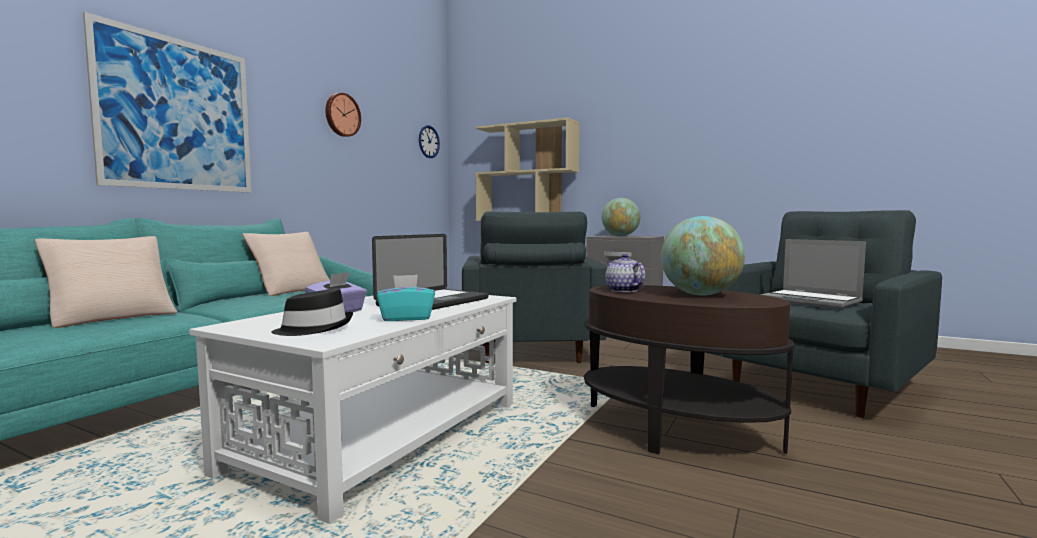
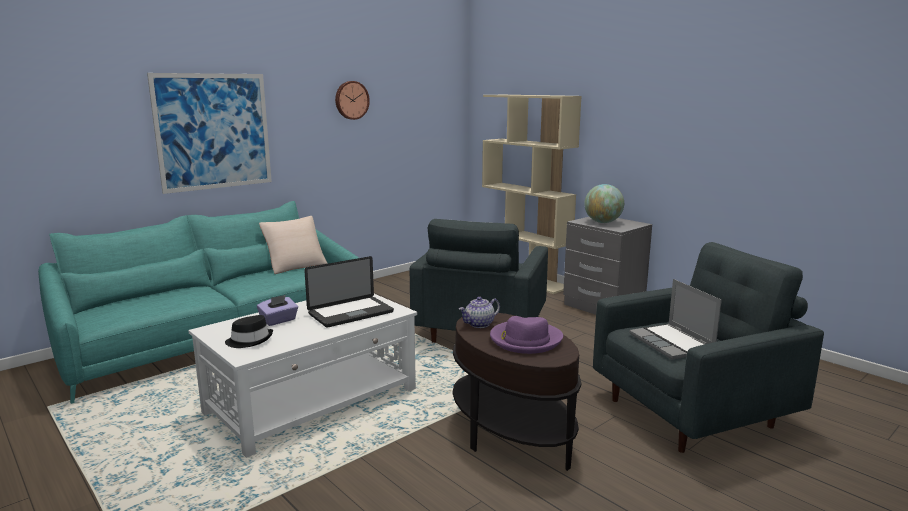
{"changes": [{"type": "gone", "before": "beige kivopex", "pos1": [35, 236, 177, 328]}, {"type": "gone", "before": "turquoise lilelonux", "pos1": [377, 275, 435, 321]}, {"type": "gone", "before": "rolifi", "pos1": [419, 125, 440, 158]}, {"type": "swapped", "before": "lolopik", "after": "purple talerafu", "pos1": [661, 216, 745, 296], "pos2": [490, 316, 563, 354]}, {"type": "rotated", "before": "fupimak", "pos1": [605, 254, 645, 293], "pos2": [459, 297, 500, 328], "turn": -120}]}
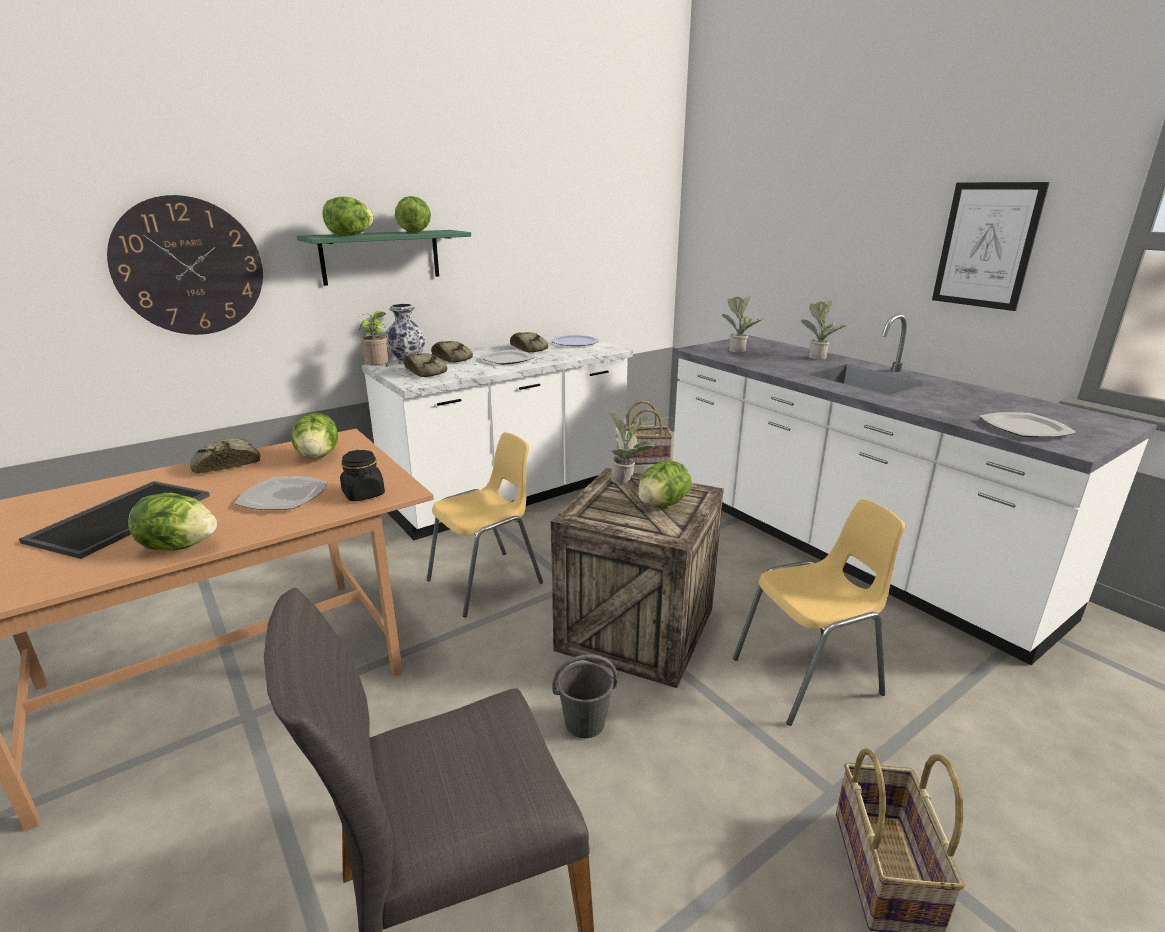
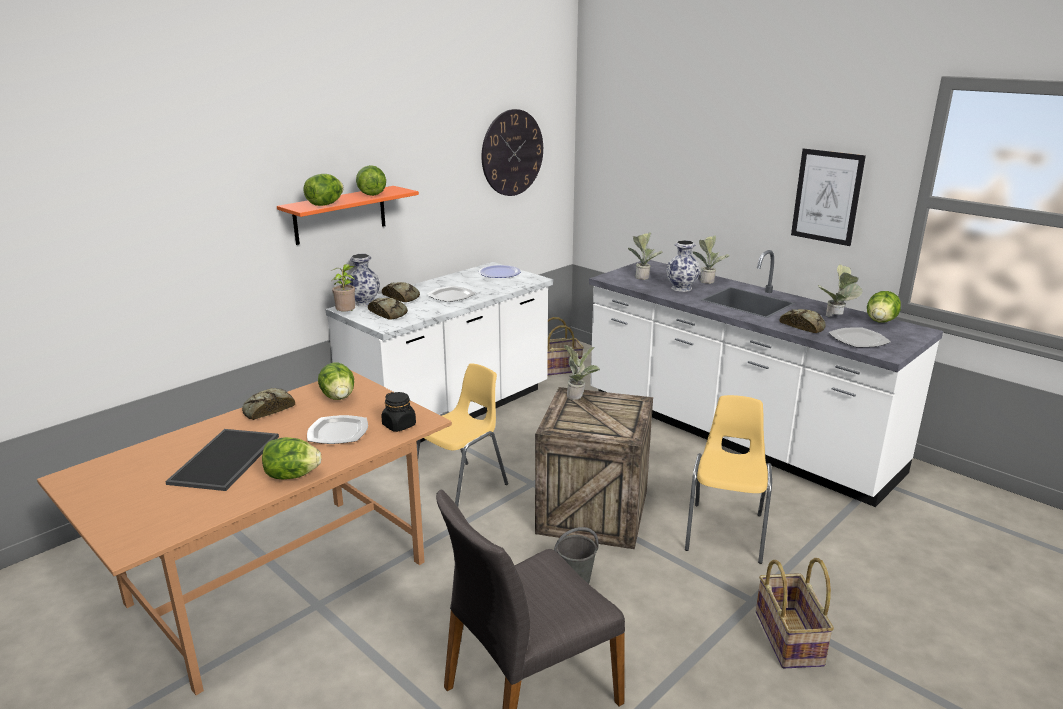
{"changes": [{"type": "new", "after": "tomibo", "pos2": [666, 240, 700, 292]}, {"type": "new", "after": "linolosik", "pos2": [818, 264, 863, 317]}, {"type": "shifted", "before": "rolifi", "pos1": [107, 195, 263, 335], "pos2": [482, 109, 543, 196]}, {"type": "shifted", "before": "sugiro", "pos1": [510, 332, 548, 352], "pos2": [780, 309, 825, 333]}, {"type": "shifted", "before": "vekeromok", "pos1": [638, 461, 692, 507], "pos2": [867, 291, 901, 323]}, {"type": "repainted", "before": "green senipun", "after": "orange senipun", "pos1": [297, 230, 471, 286], "pos2": [277, 186, 419, 245]}, {"type": "rotated", "before": "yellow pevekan", "pos1": [733, 499, 905, 726], "pos2": [685, 395, 772, 564], "turn": -45}]}
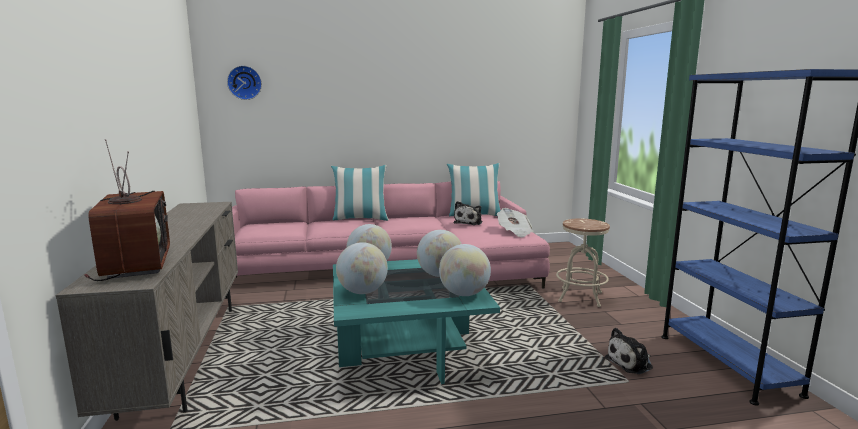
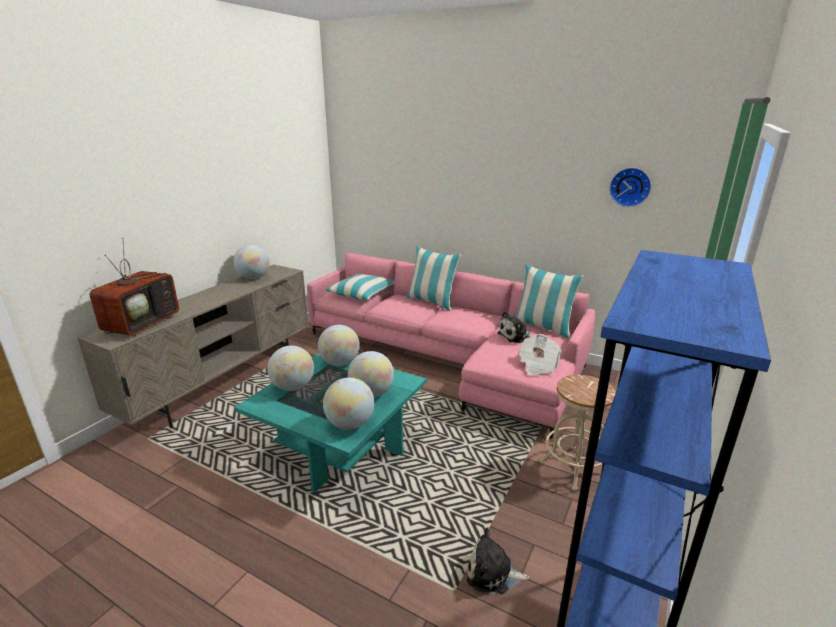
{"changes": [{"type": "new", "after": "lolopik", "pos2": [233, 245, 270, 279]}, {"type": "new", "after": "kivopex", "pos2": [326, 274, 395, 300]}, {"type": "shifted", "before": "rolifi", "pos1": [227, 66, 262, 100], "pos2": [609, 168, 651, 207]}]}
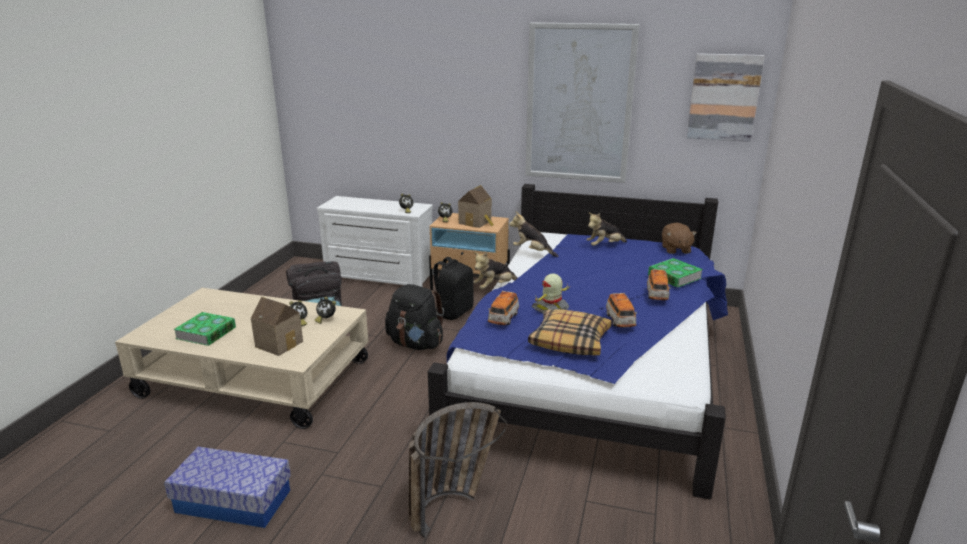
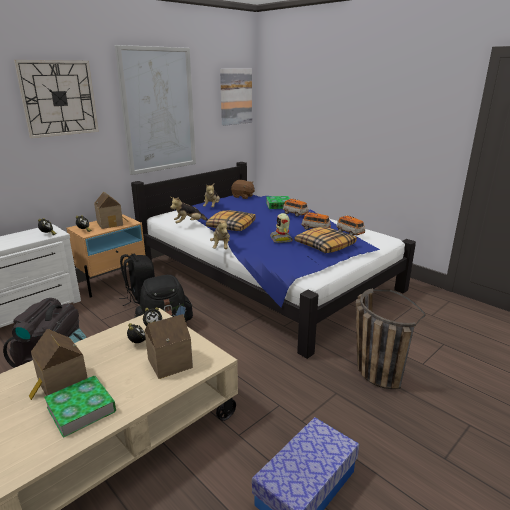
{"changes": [{"type": "new", "after": "rolifi", "pos2": [14, 60, 99, 138]}, {"type": "new", "after": "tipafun", "pos2": [29, 329, 88, 400]}, {"type": "new", "after": "kivopex", "pos2": [206, 210, 256, 231]}, {"type": "shifted", "before": "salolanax", "pos1": [488, 291, 519, 325], "pos2": [336, 215, 365, 236]}]}
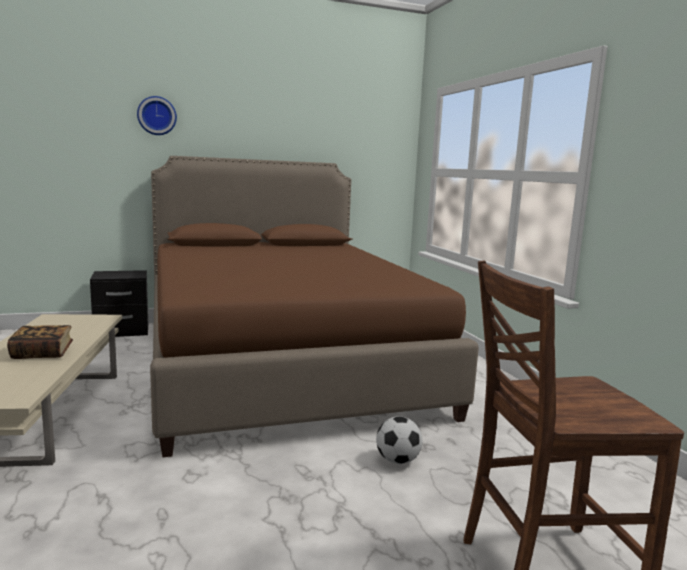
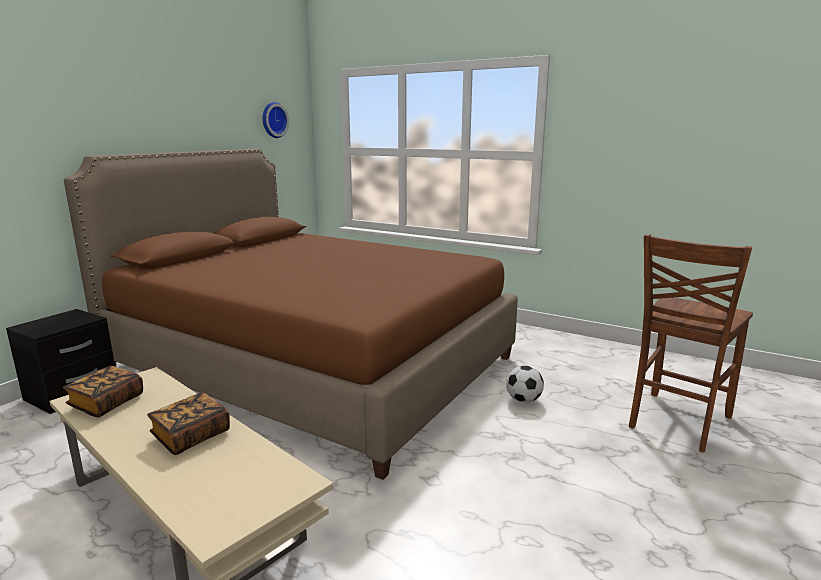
{"changes": [{"type": "new", "after": "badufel", "pos2": [63, 366, 143, 417]}, {"type": "shifted", "before": "rolifi", "pos1": [137, 96, 177, 135], "pos2": [263, 102, 289, 138]}]}
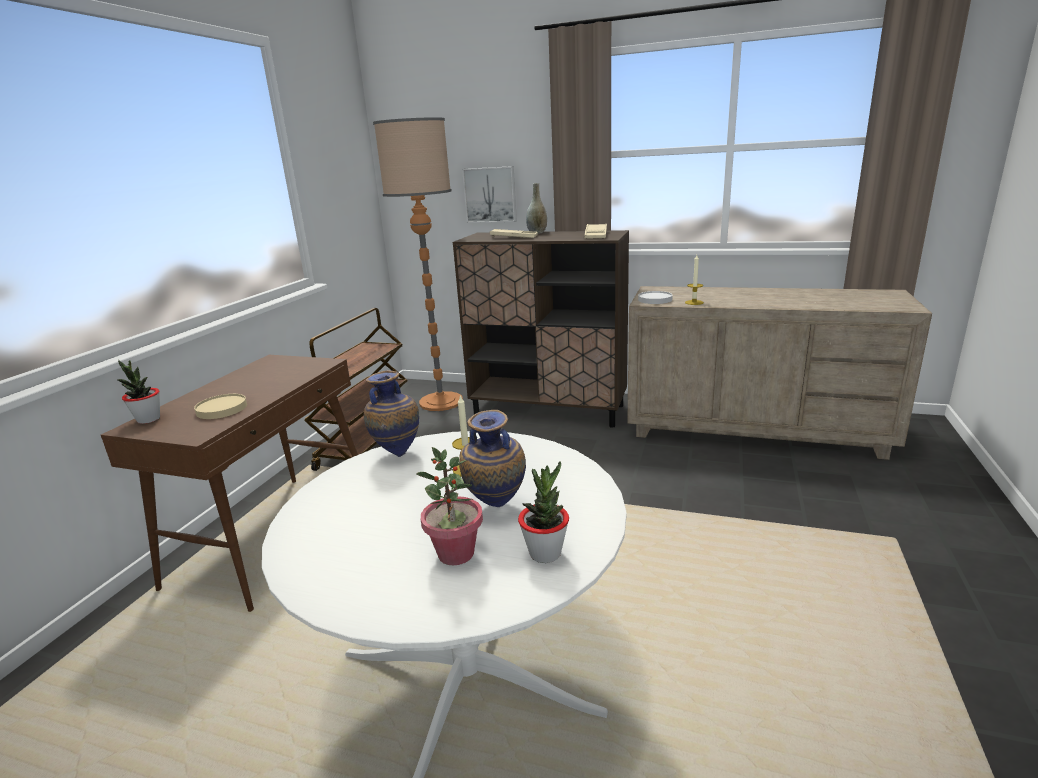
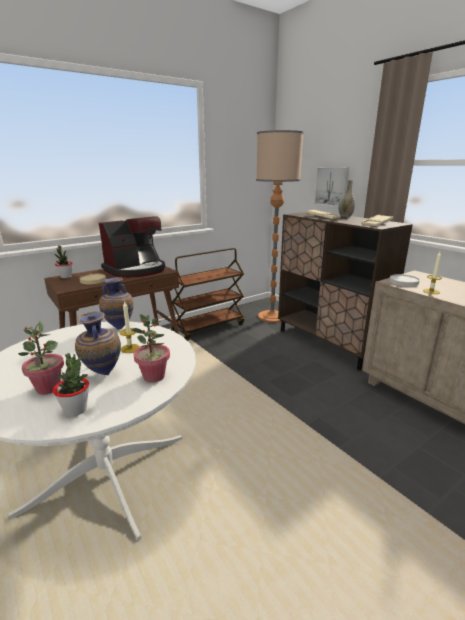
{"changes": [{"type": "new", "after": "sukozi", "pos2": [99, 216, 165, 278]}, {"type": "new", "after": "linolosik", "pos2": [131, 314, 170, 383]}]}
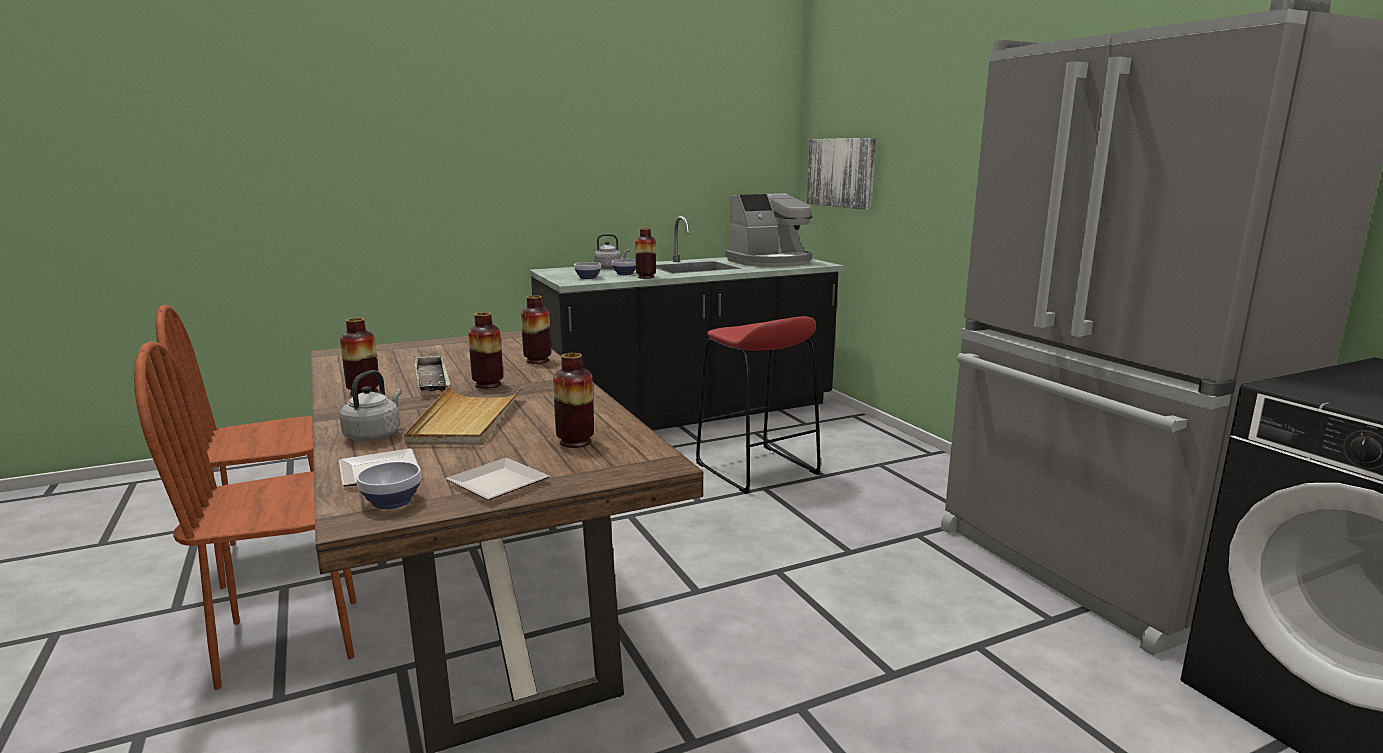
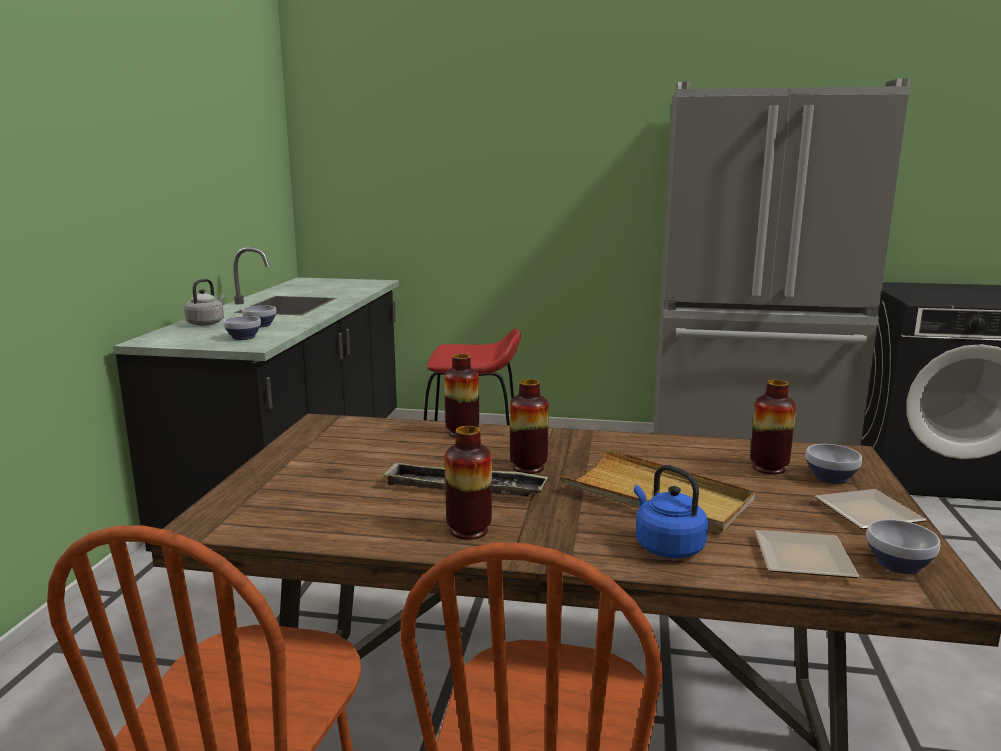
{"changes": [{"type": "gone", "before": "tomibo", "pos1": [635, 228, 656, 279]}, {"type": "gone", "before": "sukozi", "pos1": [725, 193, 813, 267]}, {"type": "gone", "before": "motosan", "pos1": [807, 138, 876, 210]}, {"type": "new", "after": "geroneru", "pos2": [806, 444, 862, 484]}, {"type": "repainted", "before": "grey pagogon", "after": "blue pagogon", "pos1": [339, 370, 402, 441], "pos2": [634, 465, 708, 559]}]}
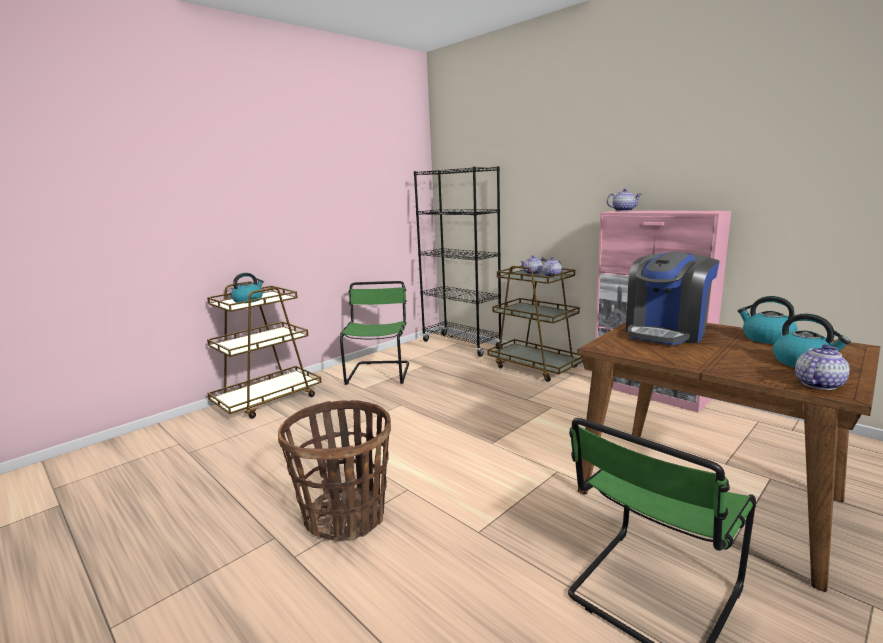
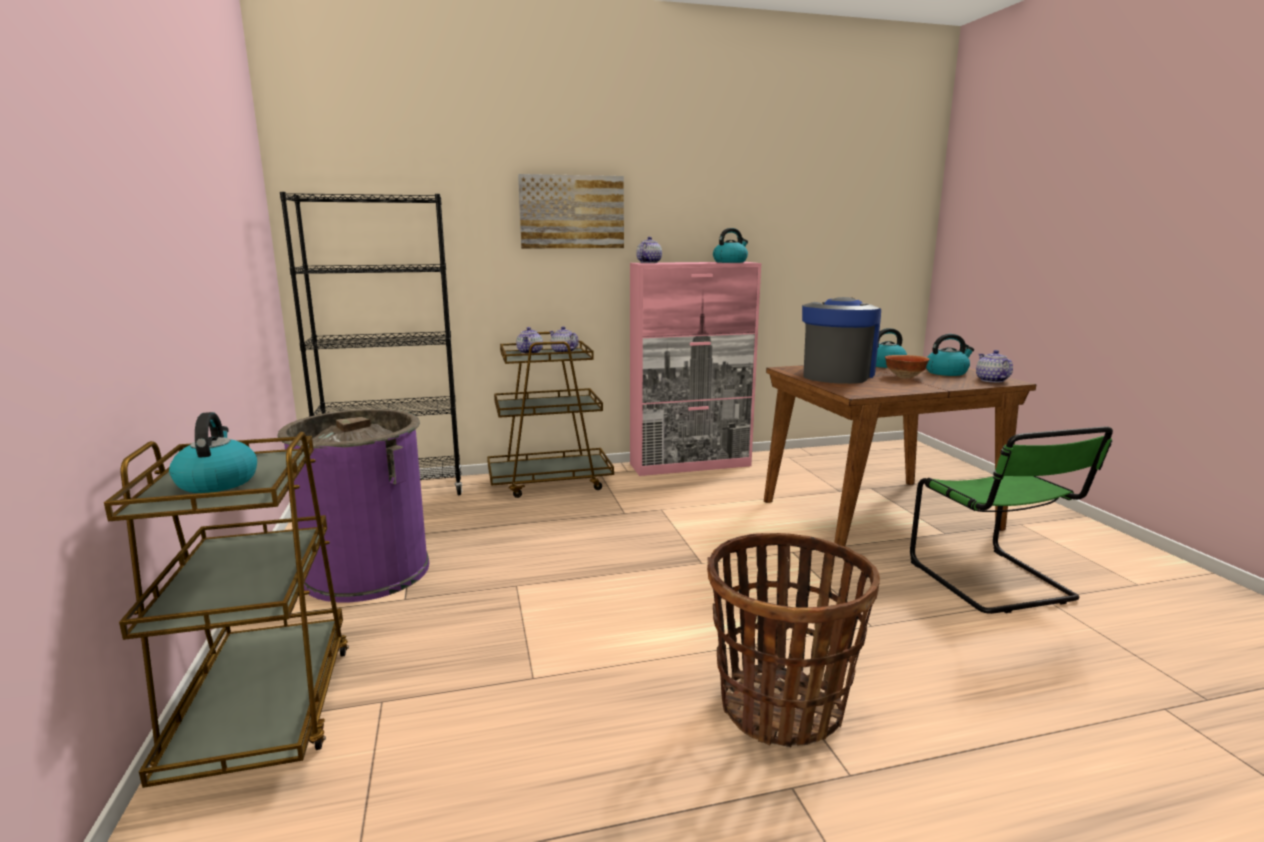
{"changes": [{"type": "new", "after": "motosan", "pos2": [518, 174, 624, 249]}, {"type": "new", "after": "pagogon", "pos2": [713, 228, 748, 263]}, {"type": "new", "after": "geroneru", "pos2": [885, 355, 929, 379]}, {"type": "swapped", "before": "green pevekan", "after": "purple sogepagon", "pos1": [340, 281, 409, 385], "pos2": [277, 409, 429, 602]}, {"type": "rotated", "before": "sukozi", "pos1": [626, 251, 720, 345], "pos2": [802, 297, 881, 384], "turn": -135}]}
